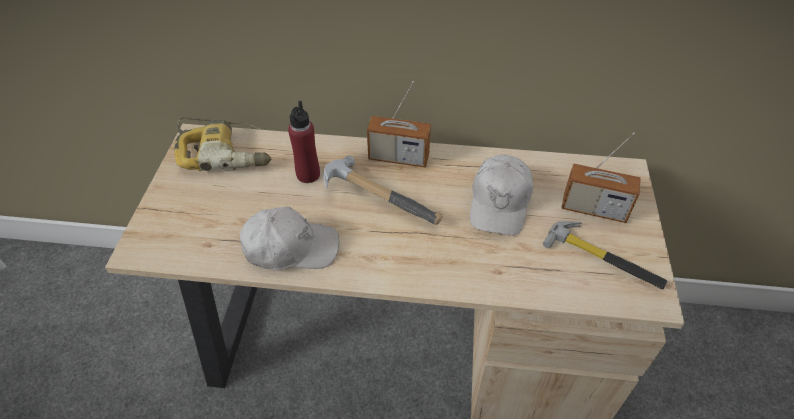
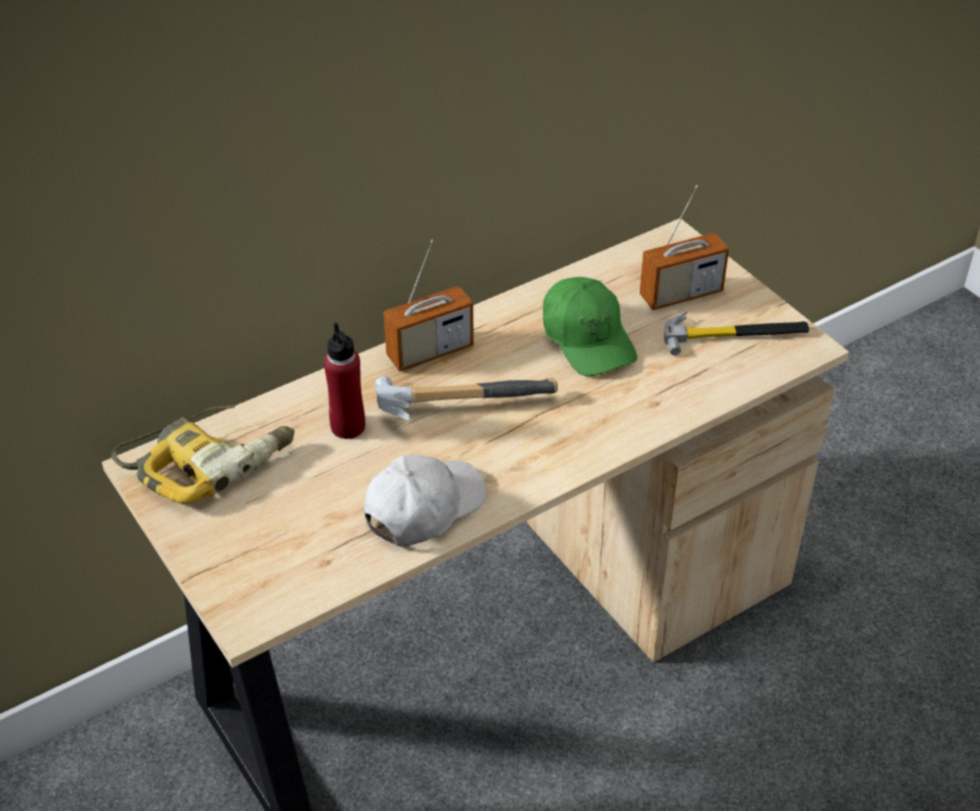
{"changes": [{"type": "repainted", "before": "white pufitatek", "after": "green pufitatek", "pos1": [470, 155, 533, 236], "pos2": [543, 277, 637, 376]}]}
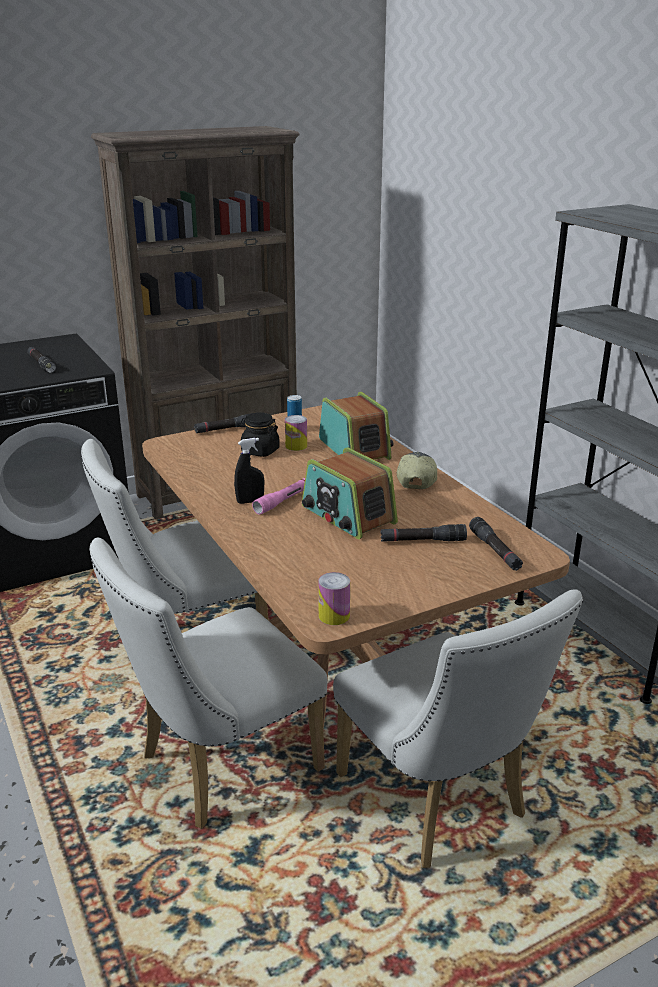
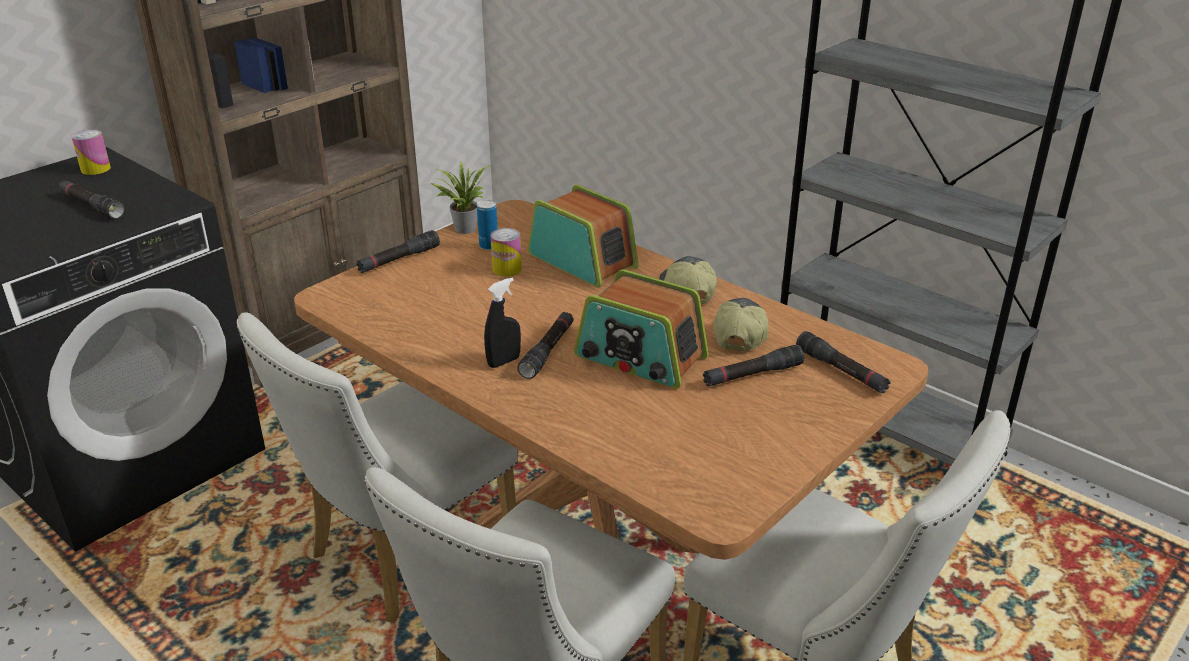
{"changes": [{"type": "gone", "before": "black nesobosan", "pos1": [240, 412, 279, 457]}, {"type": "new", "after": "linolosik", "pos2": [431, 161, 491, 234]}, {"type": "new", "after": "pufitatek", "pos2": [713, 298, 769, 351]}, {"type": "shifted", "before": "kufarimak", "pos1": [318, 572, 350, 625], "pos2": [71, 129, 111, 175]}, {"type": "repainted", "before": "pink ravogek", "after": "black ravogek", "pos1": [252, 478, 305, 515], "pos2": [517, 312, 574, 379]}]}
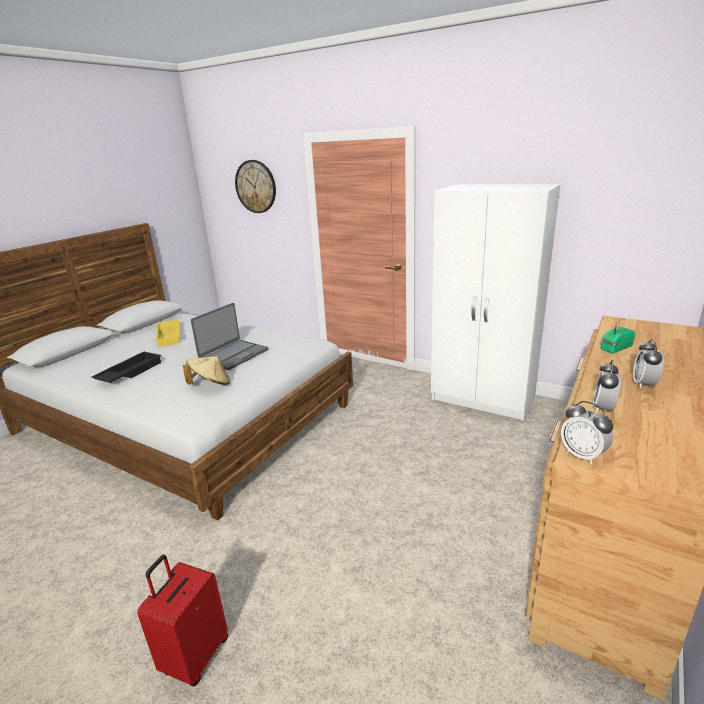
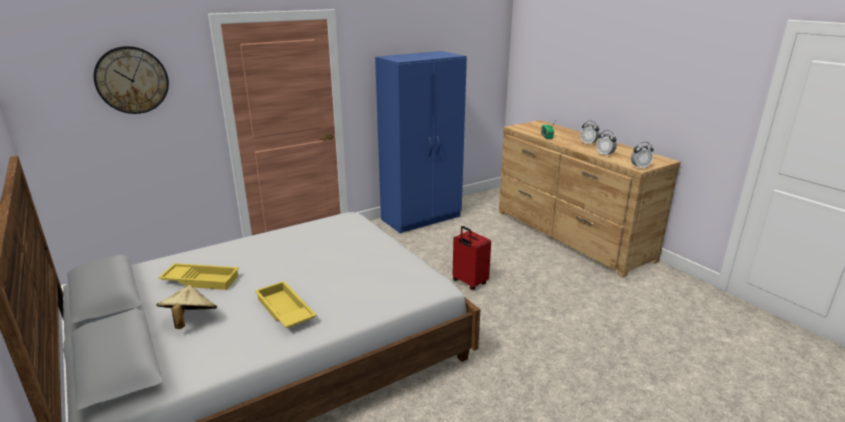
{"changes": [{"type": "gone", "before": "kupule", "pos1": [191, 303, 268, 370]}, {"type": "shifted", "before": "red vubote", "pos1": [137, 555, 228, 686], "pos2": [453, 226, 491, 290]}, {"type": "shifted", "before": "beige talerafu", "pos1": [183, 356, 230, 385], "pos2": [156, 285, 217, 329]}, {"type": "repainted", "before": "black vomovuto", "after": "yellow vomovuto", "pos1": [92, 352, 161, 383], "pos2": [255, 281, 317, 328]}, {"type": "repainted", "before": "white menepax", "after": "blue menepax", "pos1": [431, 184, 560, 421], "pos2": [375, 51, 467, 234]}]}
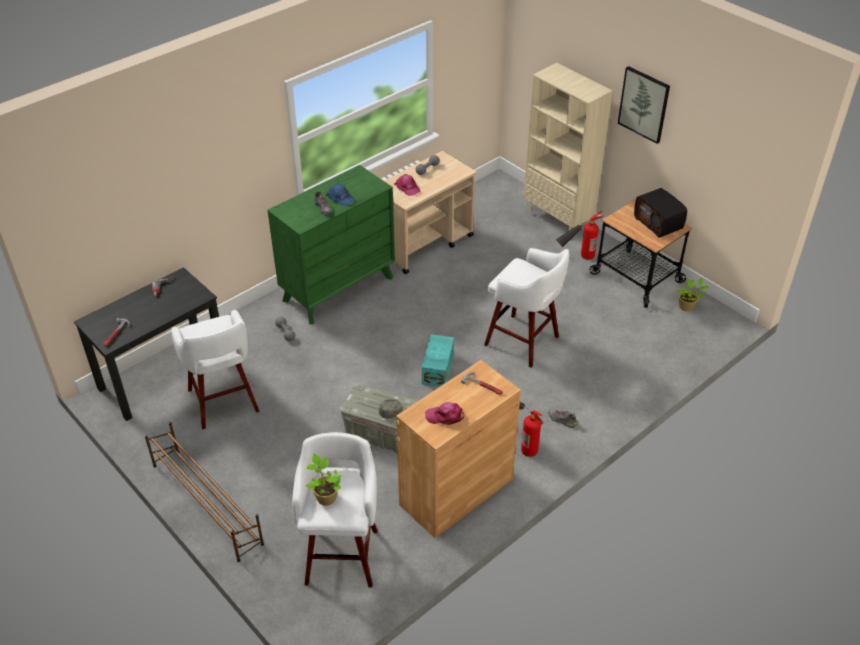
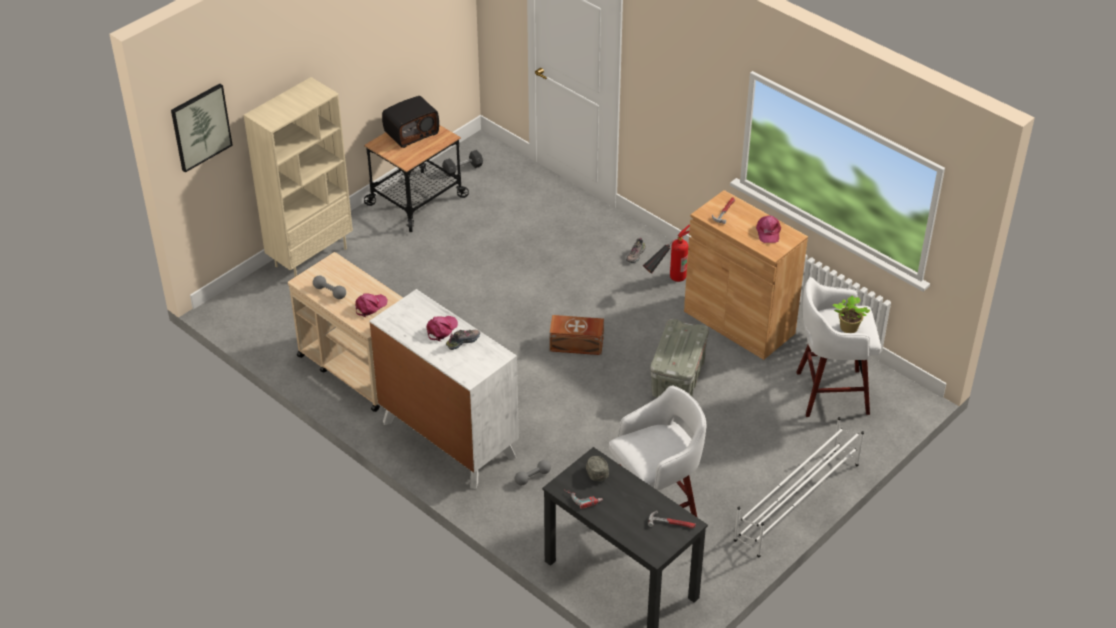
{"changes": [{"type": "gone", "before": "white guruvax", "pos1": [484, 248, 569, 368]}, {"type": "gone", "before": "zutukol", "pos1": [556, 211, 603, 260]}, {"type": "shifted", "before": "grey pufitatek", "pos1": [379, 399, 406, 419], "pos2": [586, 456, 609, 481]}, {"type": "shifted", "before": "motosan", "pos1": [618, 66, 670, 144], "pos2": [171, 84, 233, 173]}, {"type": "swapped", "before": "linolosik", "after": "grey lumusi", "pos1": [676, 278, 709, 312], "pos2": [442, 150, 483, 177]}, {"type": "repainted", "before": "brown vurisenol", "after": "white vurisenol", "pos1": [145, 422, 264, 562], "pos2": [734, 417, 864, 558]}, {"type": "repainted", "before": "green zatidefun", "after": "white zatidefun", "pos1": [268, 165, 395, 325], "pos2": [369, 289, 519, 489]}, {"type": "repainted", "before": "blue pufitatek", "after": "pink pufitatek", "pos1": [326, 183, 355, 206], "pos2": [427, 316, 458, 341]}, {"type": "repainted", "before": "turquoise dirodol", "after": "brown dirodol", "pos1": [422, 334, 454, 387], "pos2": [550, 315, 604, 355]}]}
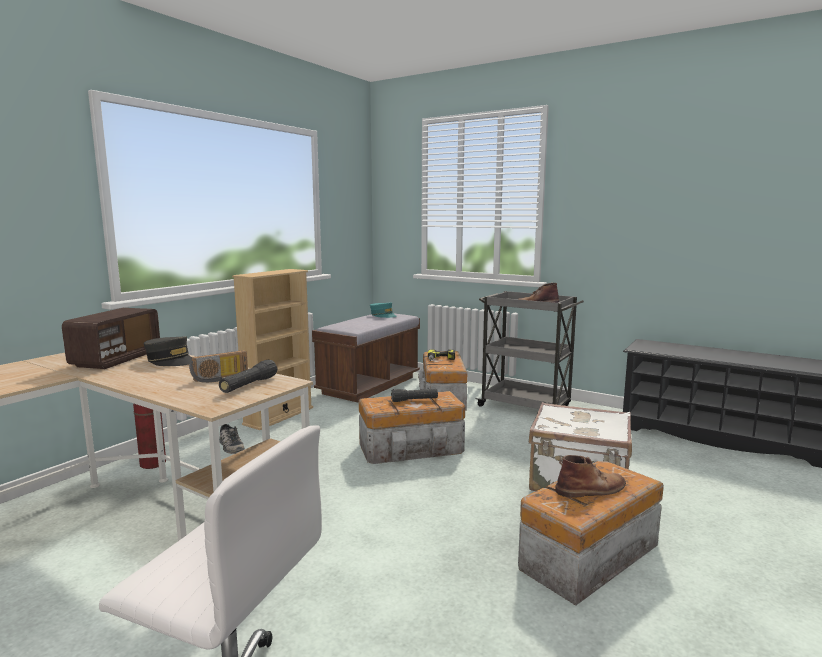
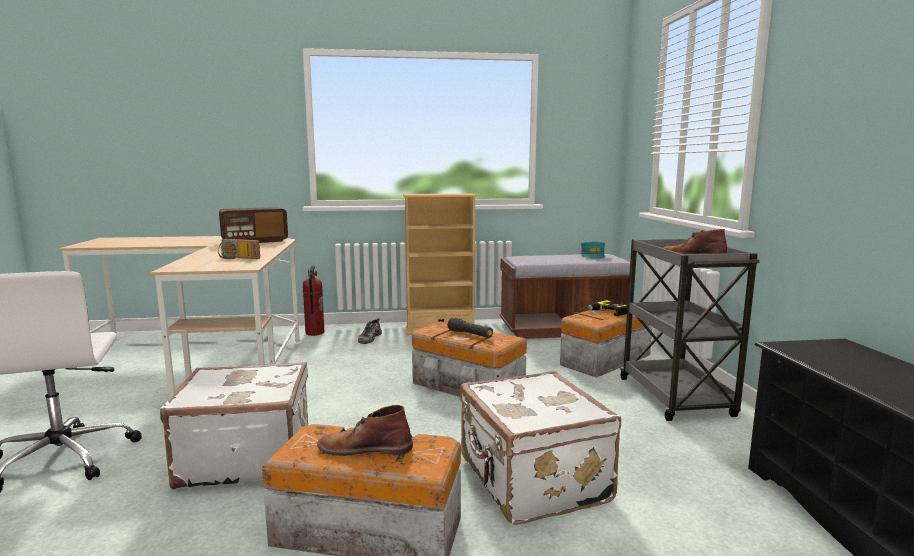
{"changes": [{"type": "gone", "before": "grey pufitatek", "pos1": [144, 336, 192, 366]}, {"type": "gone", "before": "black ravogek", "pos1": [219, 360, 278, 393]}, {"type": "new", "after": "white vubote", "pos2": [160, 362, 308, 490]}, {"type": "rotated", "before": "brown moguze", "pos1": [555, 455, 626, 498], "pos2": [317, 405, 413, 456], "turn": 150}]}
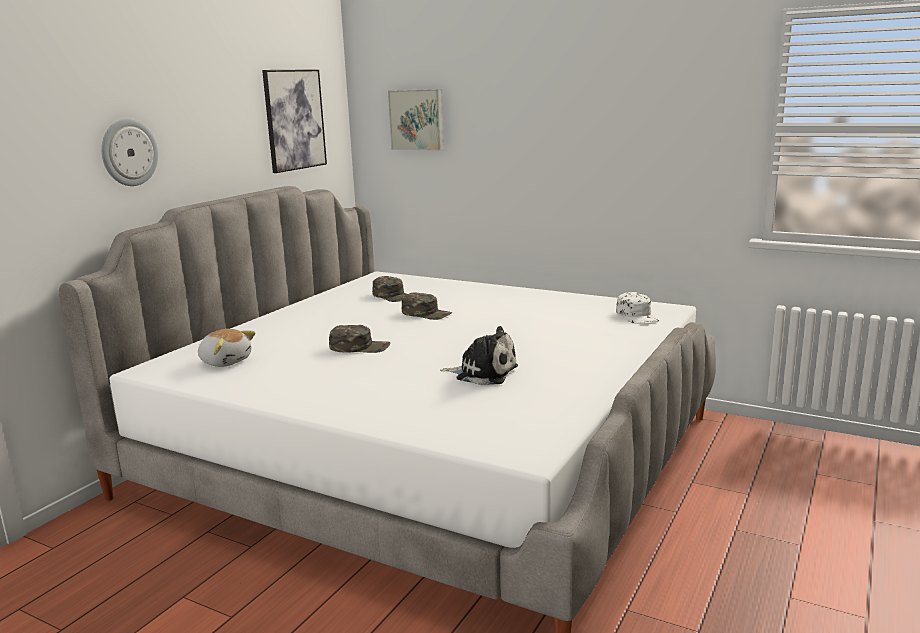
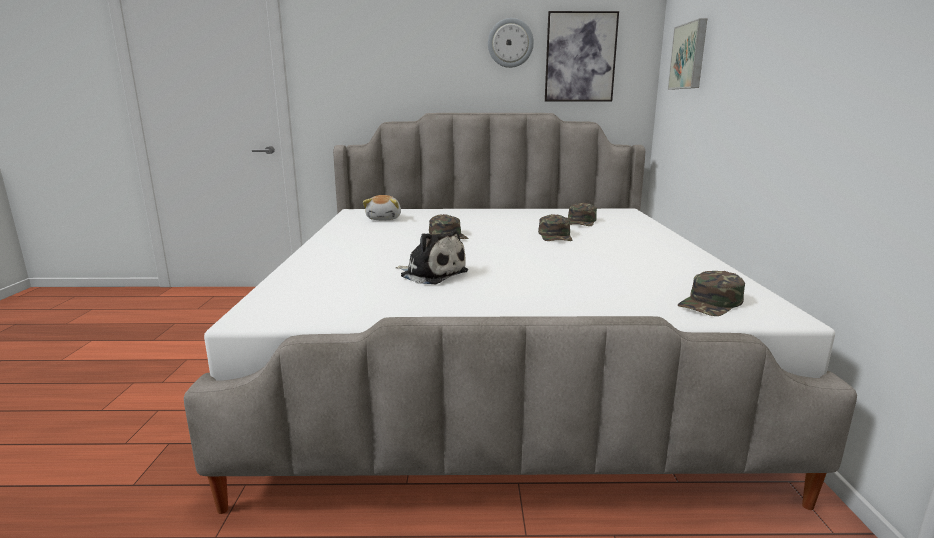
{"changes": [{"type": "shifted", "before": "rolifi", "pos1": [101, 119, 158, 186], "pos2": [488, 18, 534, 68]}, {"type": "repainted", "before": "white pufitatek", "after": "green pufitatek", "pos1": [616, 292, 659, 323], "pos2": [678, 271, 745, 316]}, {"type": "rotated", "before": "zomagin", "pos1": [440, 326, 518, 385], "pos2": [395, 230, 468, 284], "turn": -45}]}
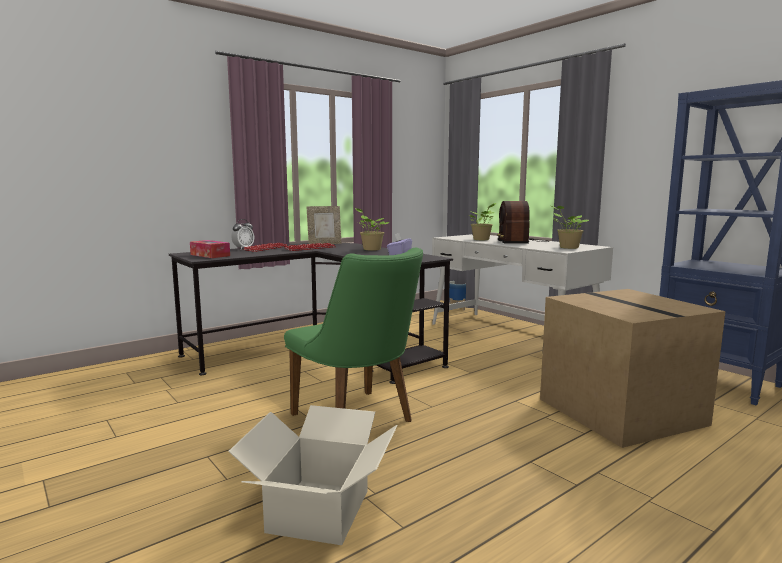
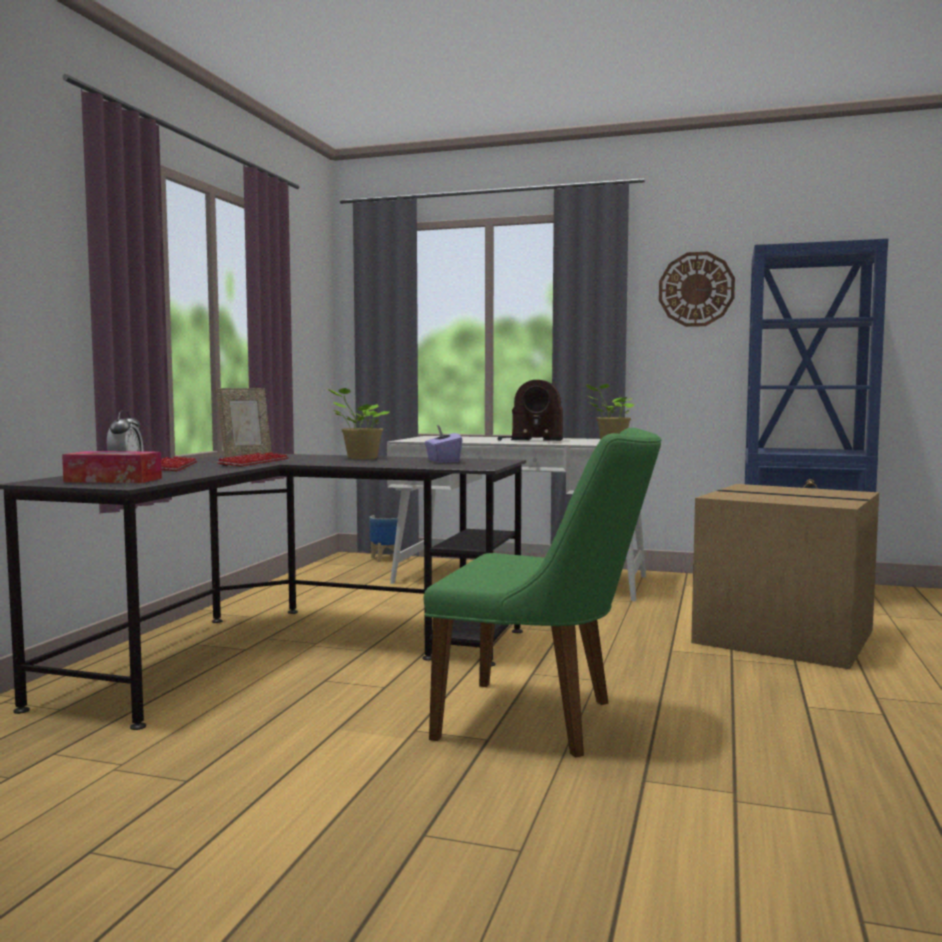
{"changes": [{"type": "gone", "before": "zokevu", "pos1": [228, 405, 398, 545]}, {"type": "gone", "before": "linolosik", "pos1": [469, 203, 496, 240]}, {"type": "new", "after": "rolifi", "pos2": [659, 252, 735, 327]}, {"type": "rotated", "before": "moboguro", "pos1": [497, 201, 549, 244], "pos2": [498, 380, 563, 441], "turn": -45}]}
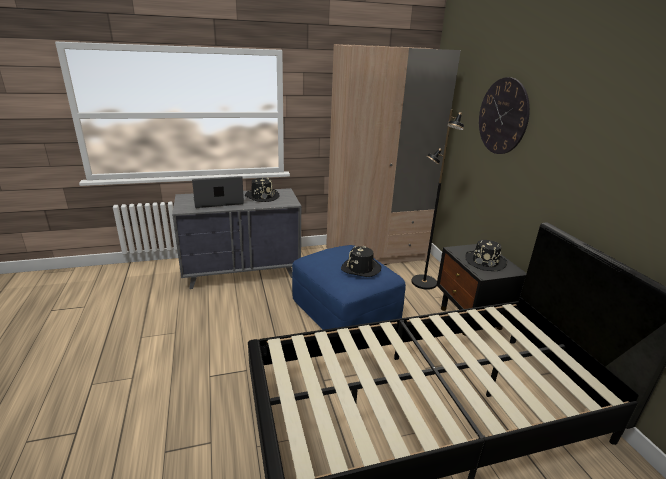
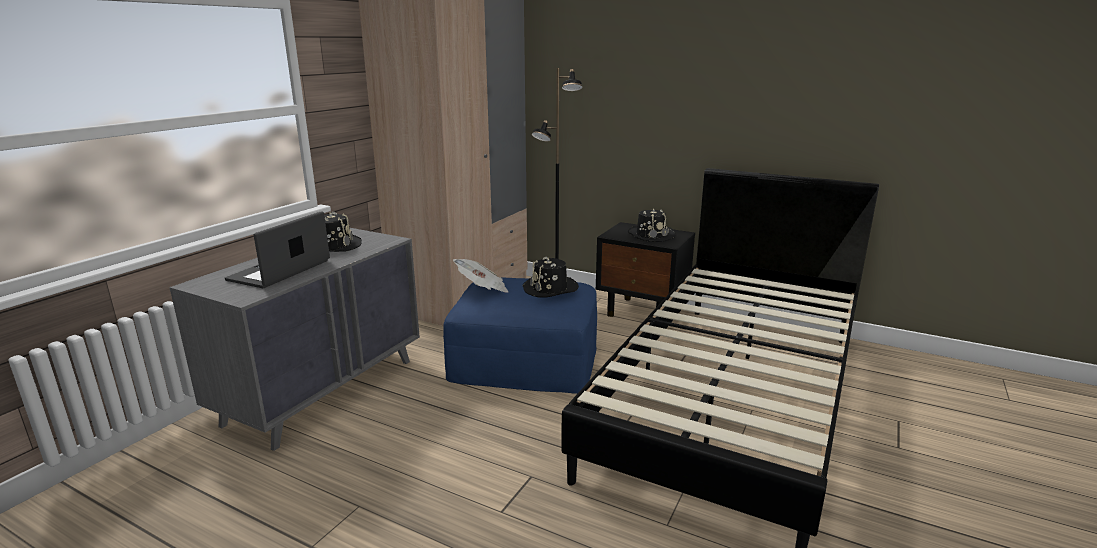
{"changes": [{"type": "gone", "before": "rolifi", "pos1": [479, 77, 530, 154]}, {"type": "new", "after": "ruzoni", "pos2": [453, 259, 508, 293]}]}
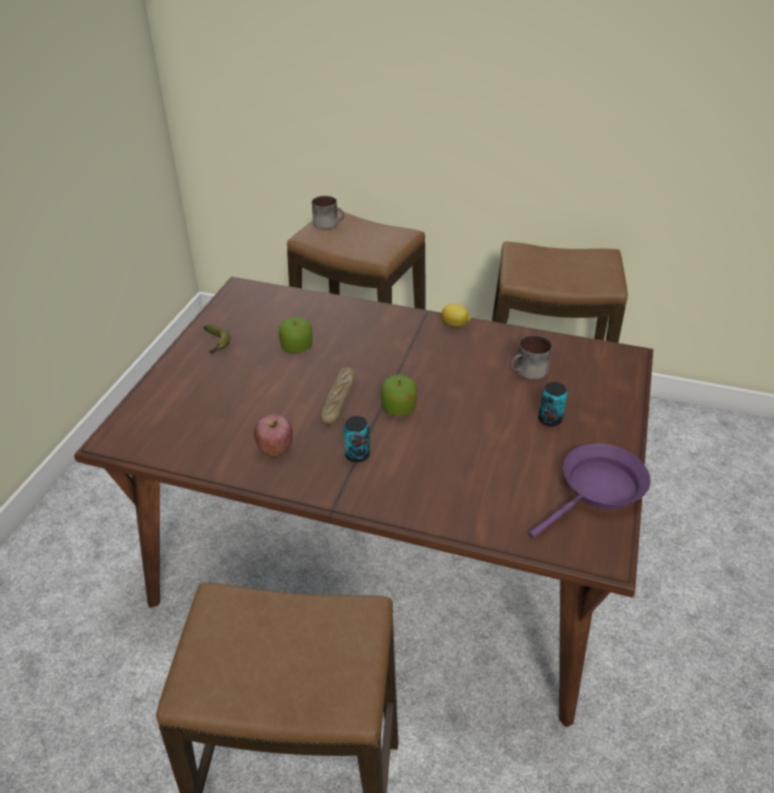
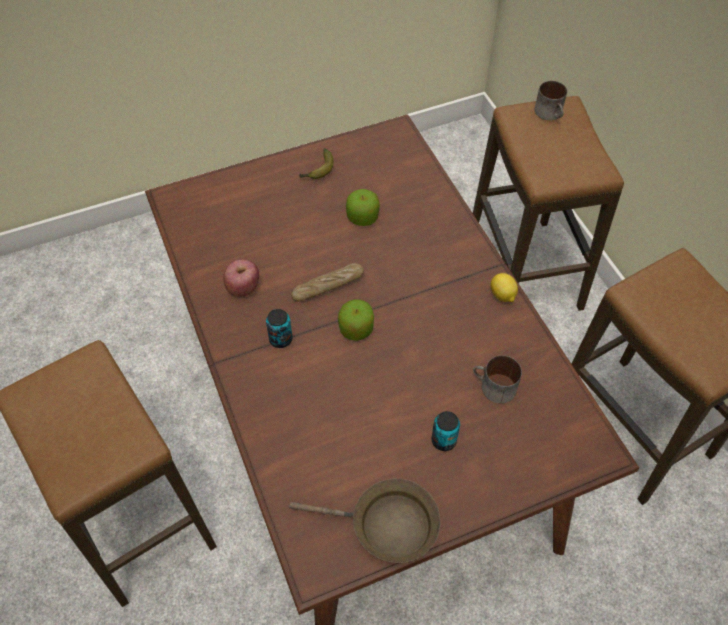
{"changes": [{"type": "repainted", "before": "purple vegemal", "after": "brown vegemal", "pos1": [529, 443, 651, 538], "pos2": [289, 478, 440, 563]}]}
